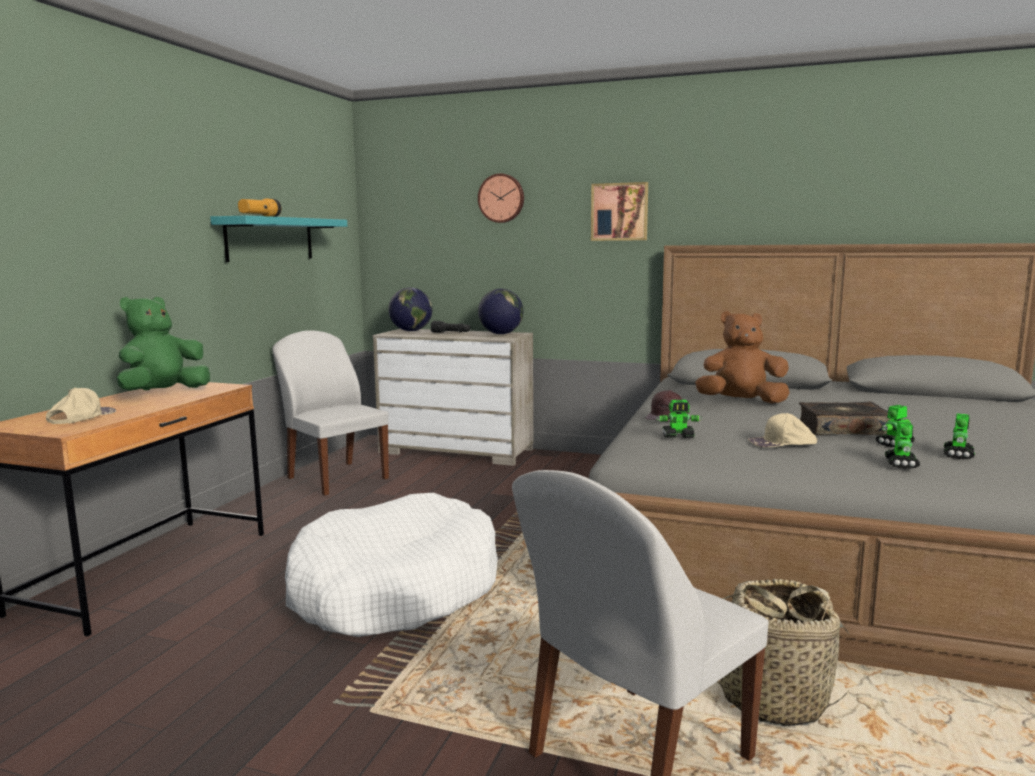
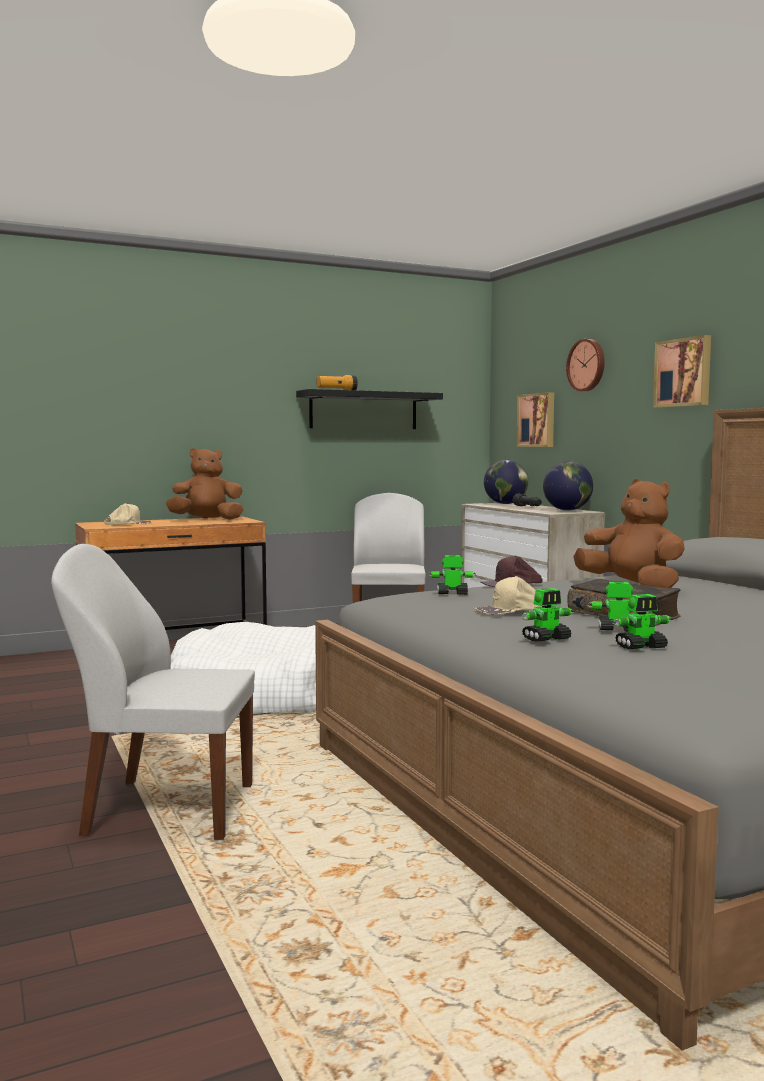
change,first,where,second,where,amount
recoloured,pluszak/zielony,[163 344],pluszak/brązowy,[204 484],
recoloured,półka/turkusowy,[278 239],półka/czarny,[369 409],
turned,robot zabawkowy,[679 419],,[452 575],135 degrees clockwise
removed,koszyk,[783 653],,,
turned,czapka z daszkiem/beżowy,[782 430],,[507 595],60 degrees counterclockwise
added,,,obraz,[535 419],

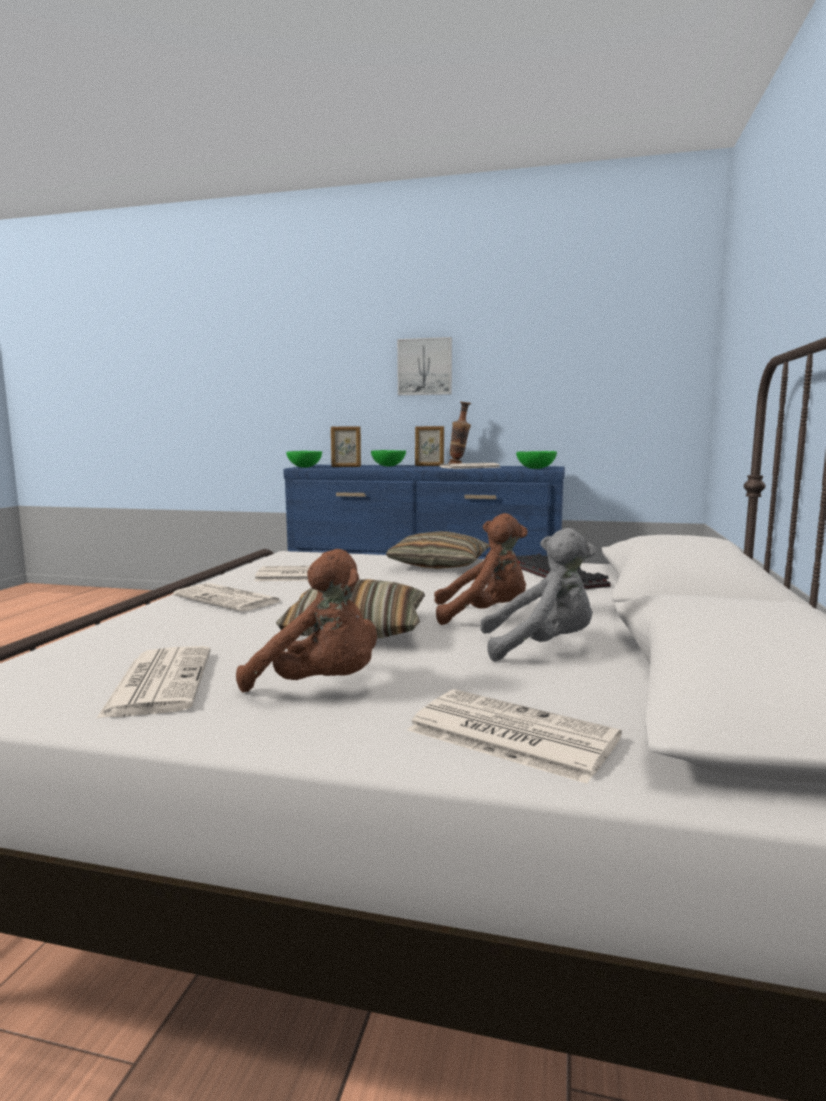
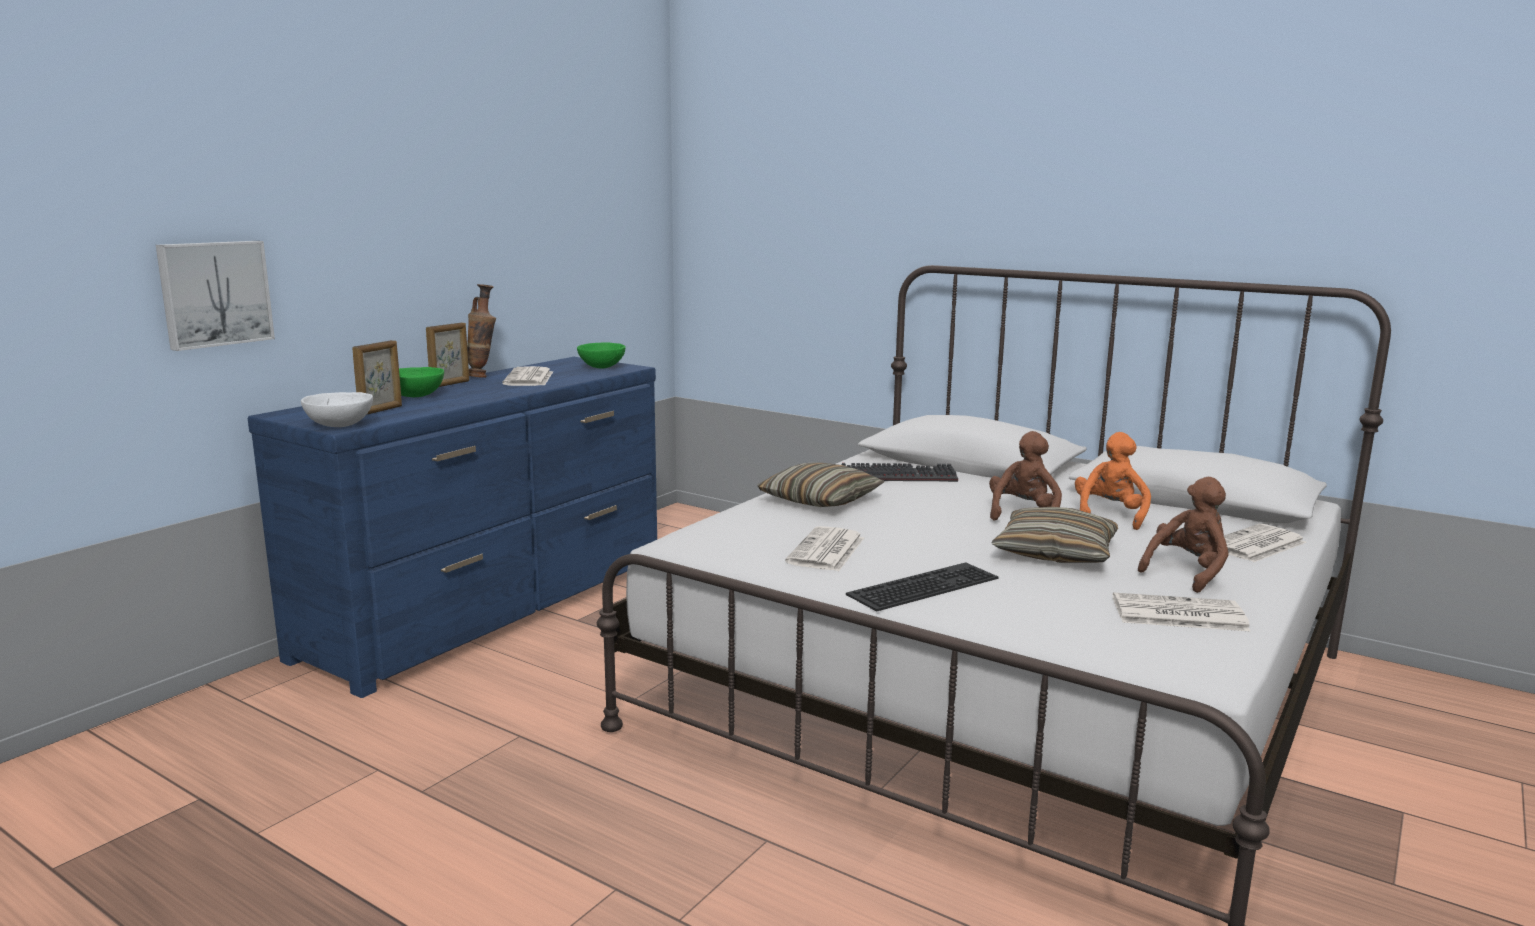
change,first,where,second,where,amount
replaced,gazeta,[228 597],klawiatura,[922 587],
recoloured,miska/zielony,[304 459],miska/biały,[337 409],
moved,obraz,[424 366],,[215 296],
recoloured,pluszak/szary,[538 594],pluszak/pomarańczowy,[1113 481],

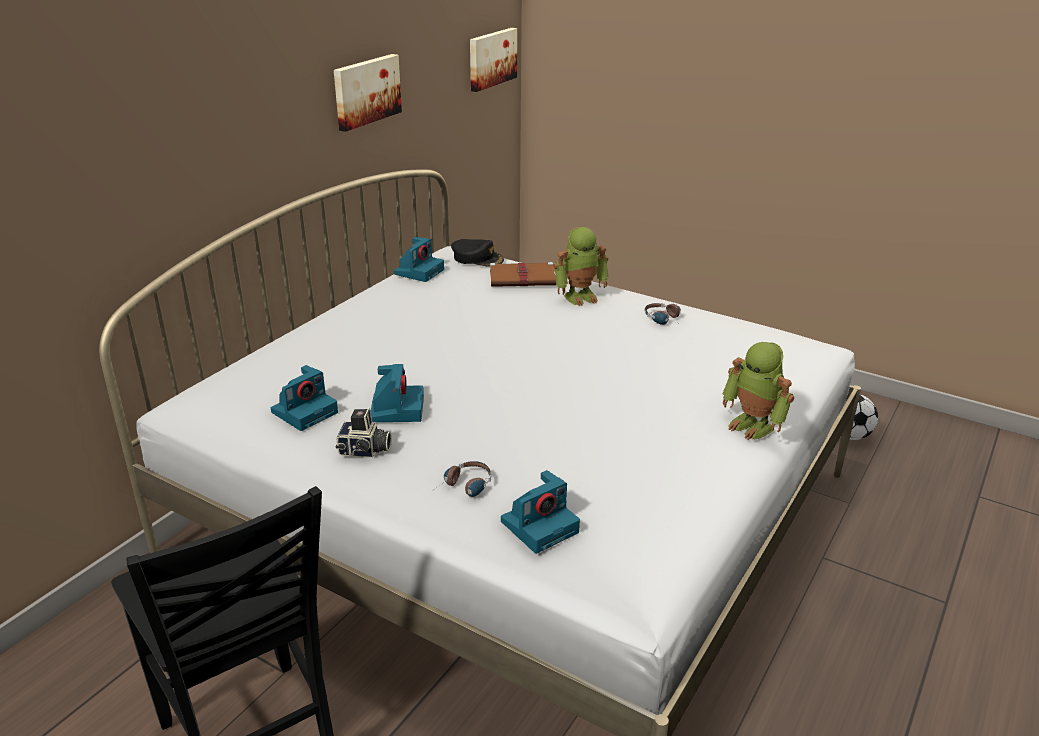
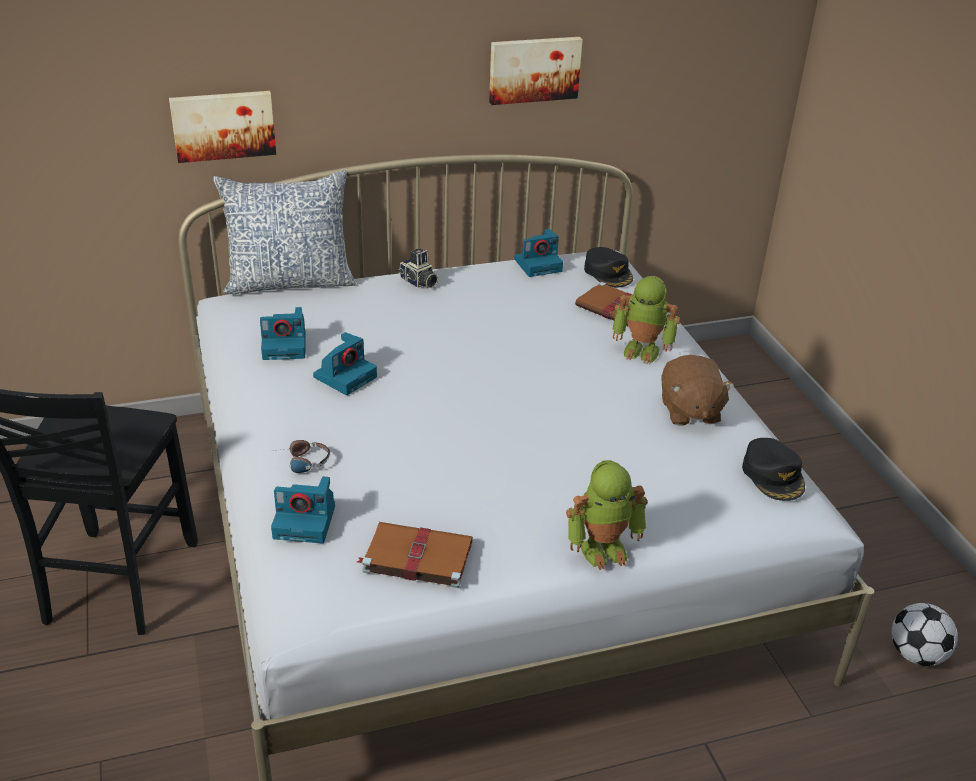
change,first,where,second,where,amount
moved,aparat fotograficzny,[364 433],,[418 268],
moved,obraz,[493 60],,[222 127],
replaced,słuchawki,[662 314],pluszak/brązowy,[698 390],
turned,robot zabawkowy,[758 391],,[606 515],105 degrees counterclockwise
added,,,poduszka,[284 232],
added,,,książka/brązowy,[415 555],
added,,,czapka z daszkiem/czarny,[773 469],

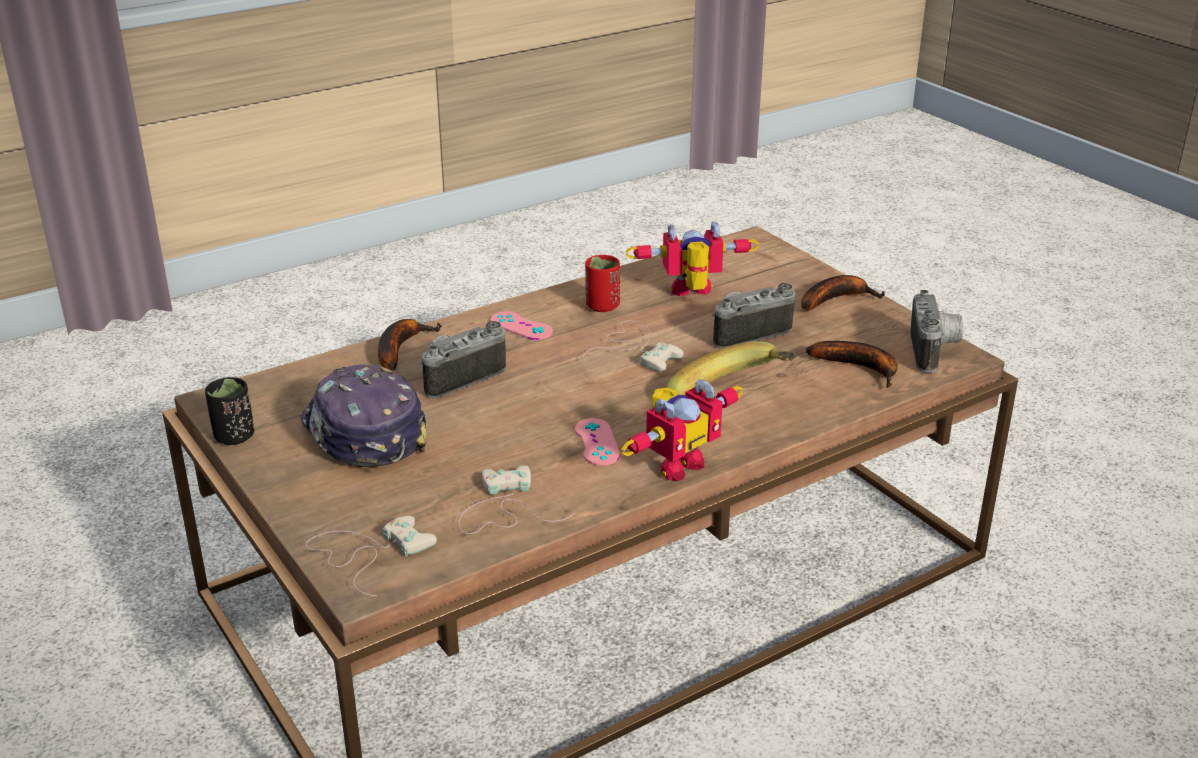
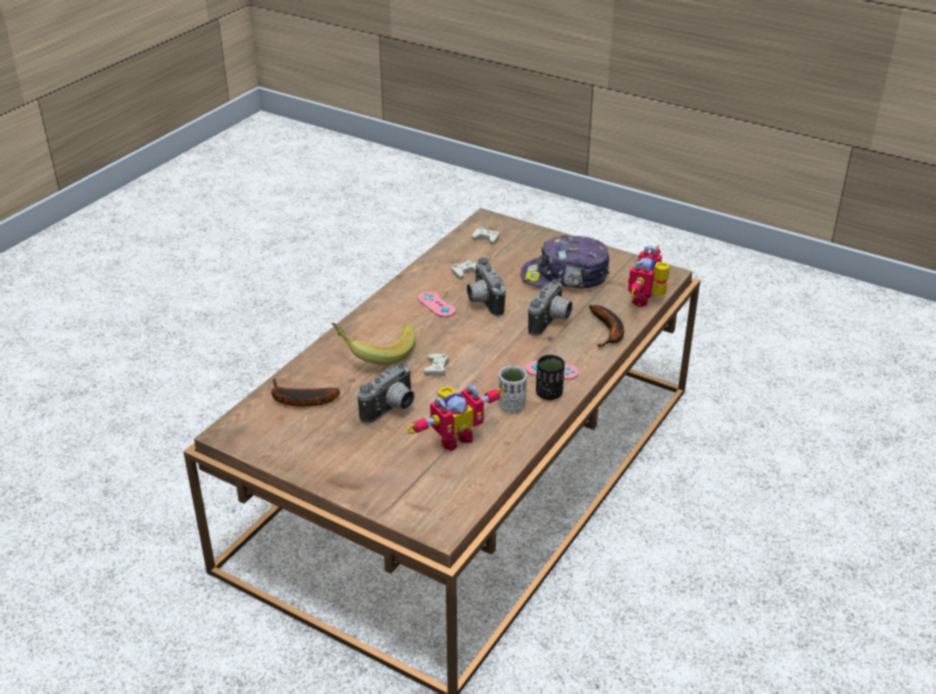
change,first,where,second,where,amount
moved,filiżanka/czarny,[229 411],,[550 377],
turned,czapka z daszkiem,[364 416],,[565 261],150 degrees clockwise
recoloured,filiżanka/czerwony,[602 283],filiżanka/biały,[512 389],
moved,robot zabawkowy,[682 430],,[649 276],
removed,banan,[843 293],,,
moved,aparat fotograficzny,[936 331],,[486 286],

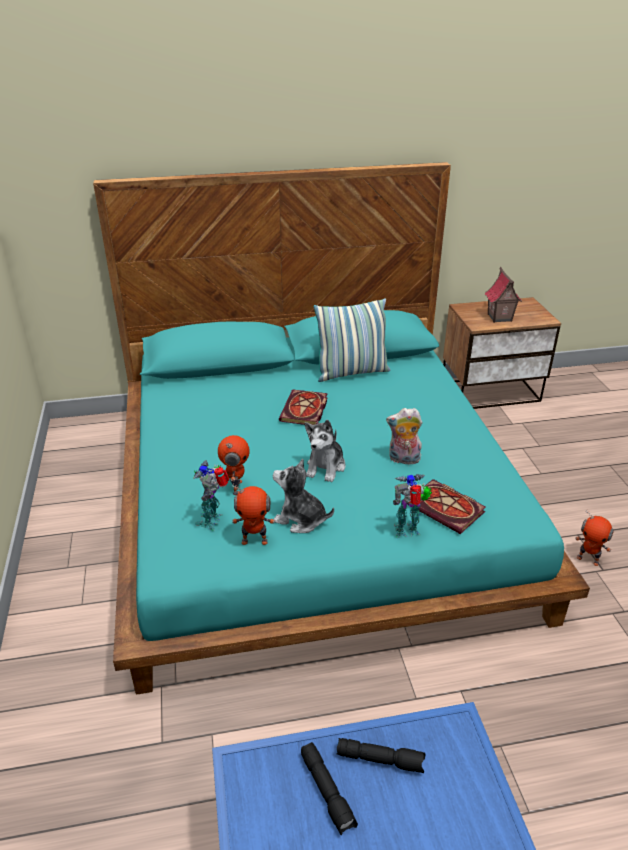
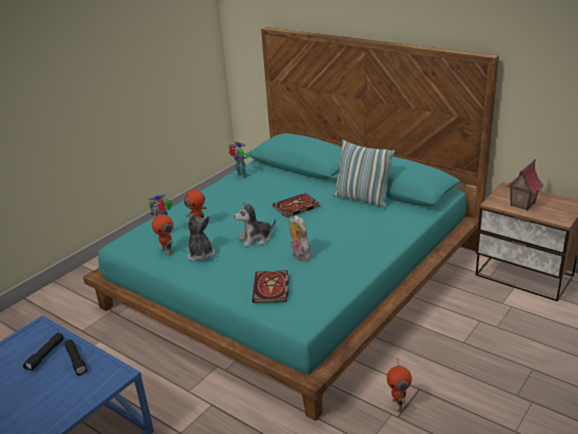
change,first,where,second,where,amount
moved,robot zabawkowy,[412 506],,[240 160],

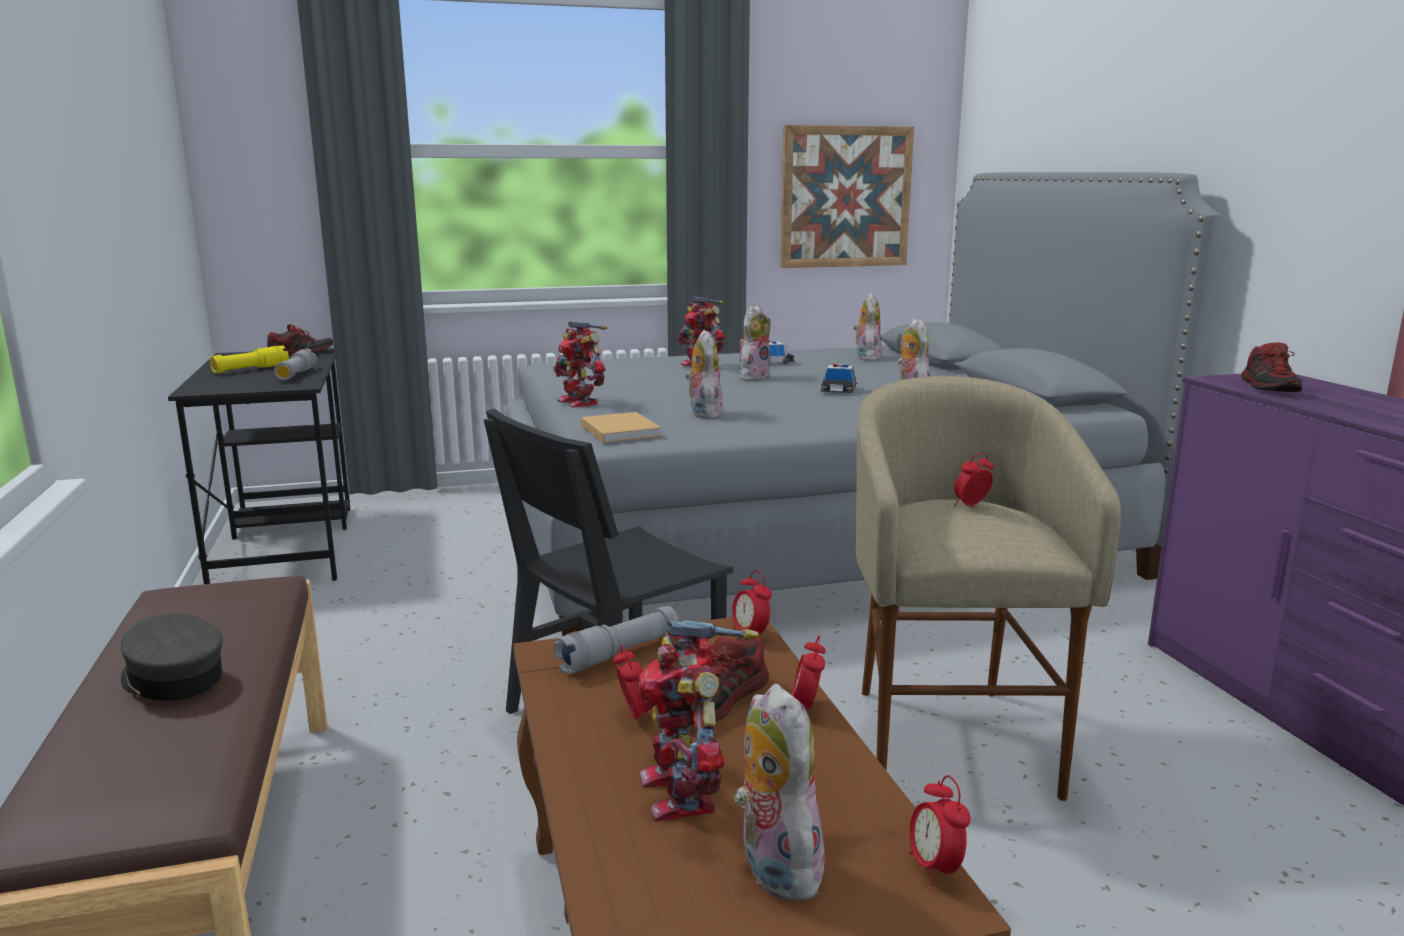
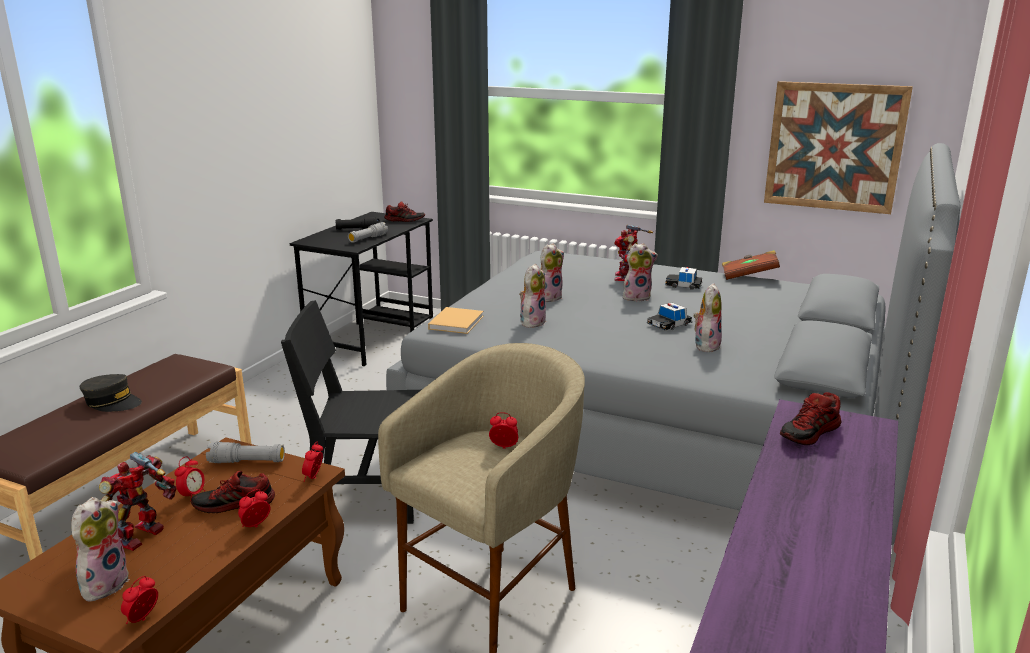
change,first,where,second,where,amount
turned,czapka z daszkiem/szary,[172 657],,[111 393],120 degrees clockwise
recoloured,latarka/żółty,[249 359],latarka/czarny,[358 223],
removed,robot zabawkowy,[580 364],,,
moved,pluszak,[867 327],,[551 272],
added,,,książka/brązowy,[751 265],

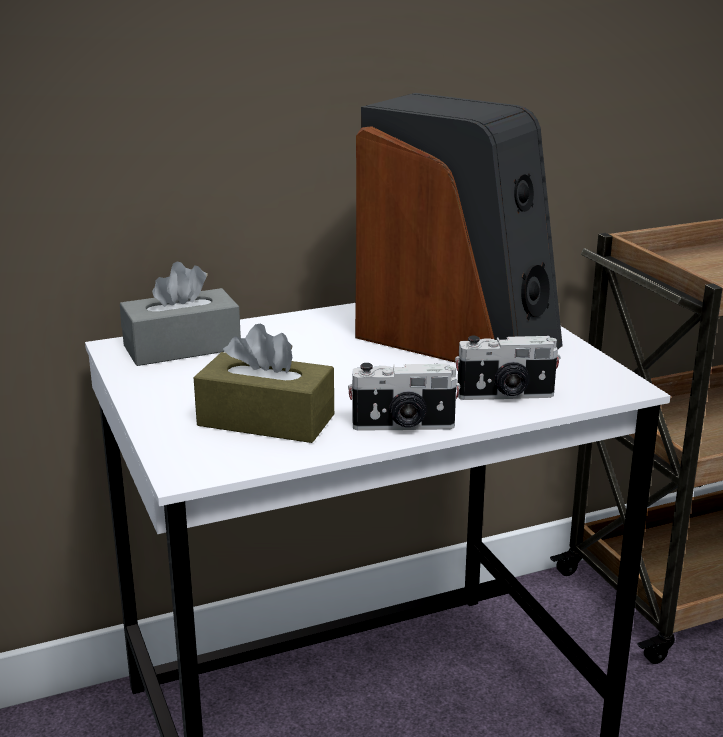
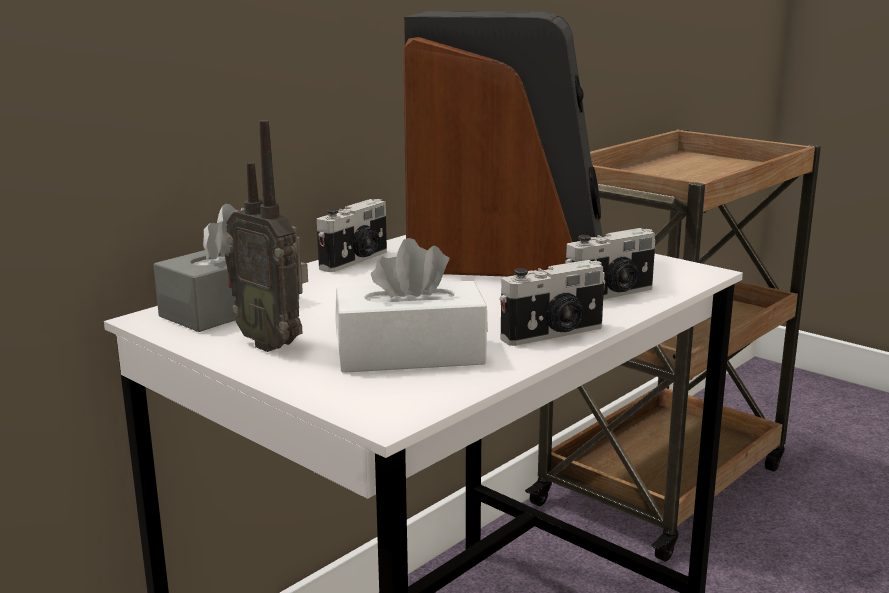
change,first,where,second,where,amount
recoloured,pudełko chusteczek/brązowy,[264 383],pudełko chusteczek/biały,[411 305],
added,,,radio,[266 236],
added,,,aparat fotograficzny,[352 235],

